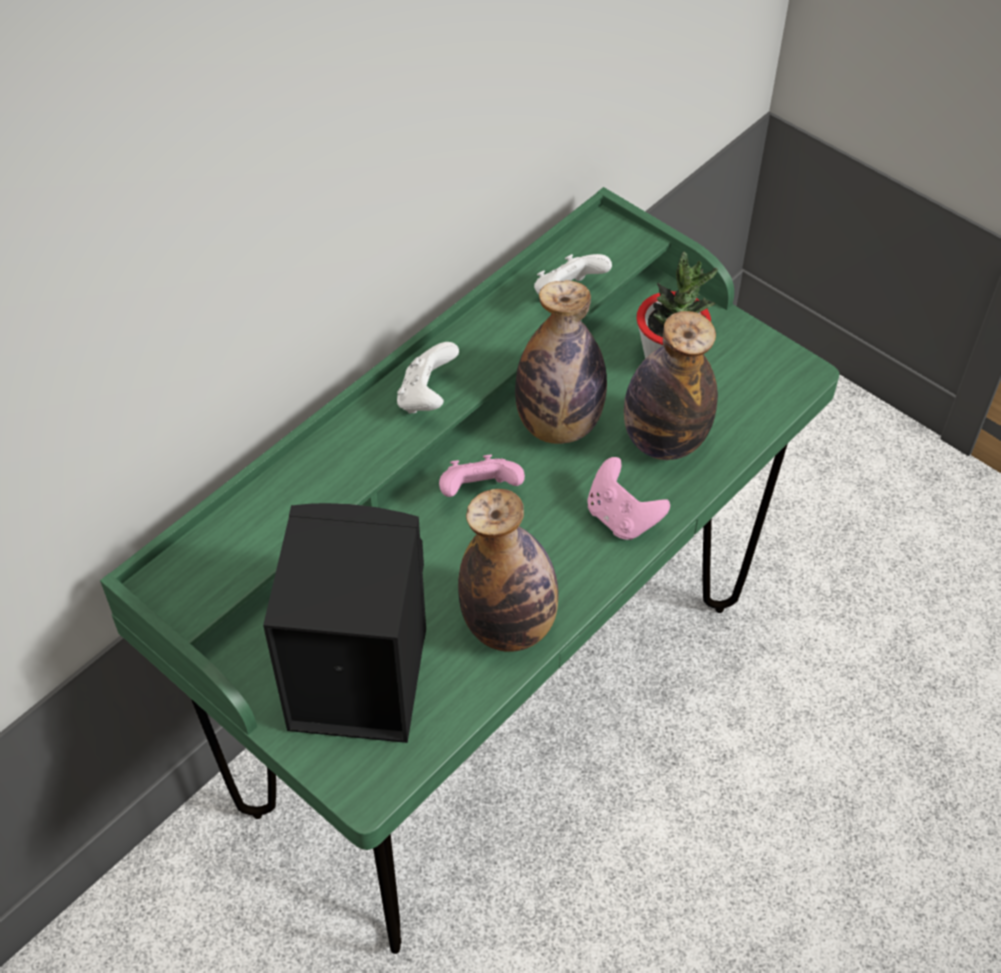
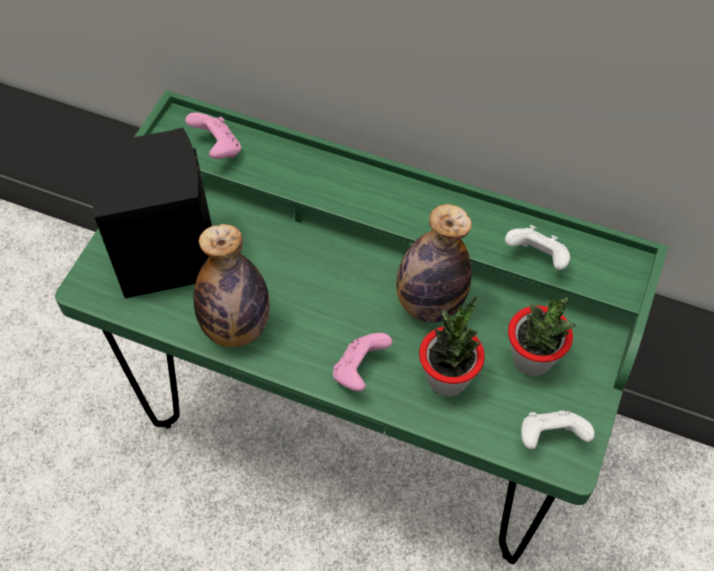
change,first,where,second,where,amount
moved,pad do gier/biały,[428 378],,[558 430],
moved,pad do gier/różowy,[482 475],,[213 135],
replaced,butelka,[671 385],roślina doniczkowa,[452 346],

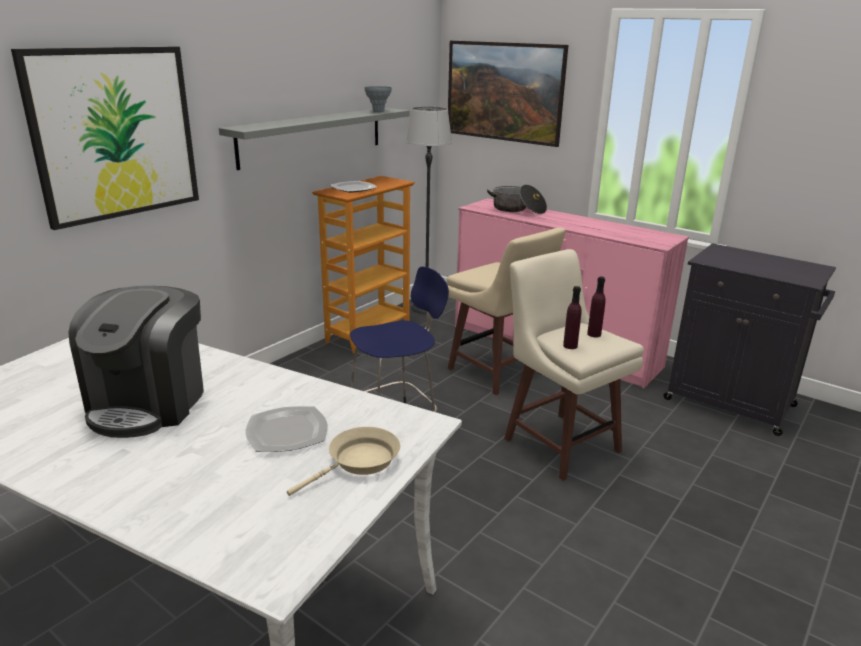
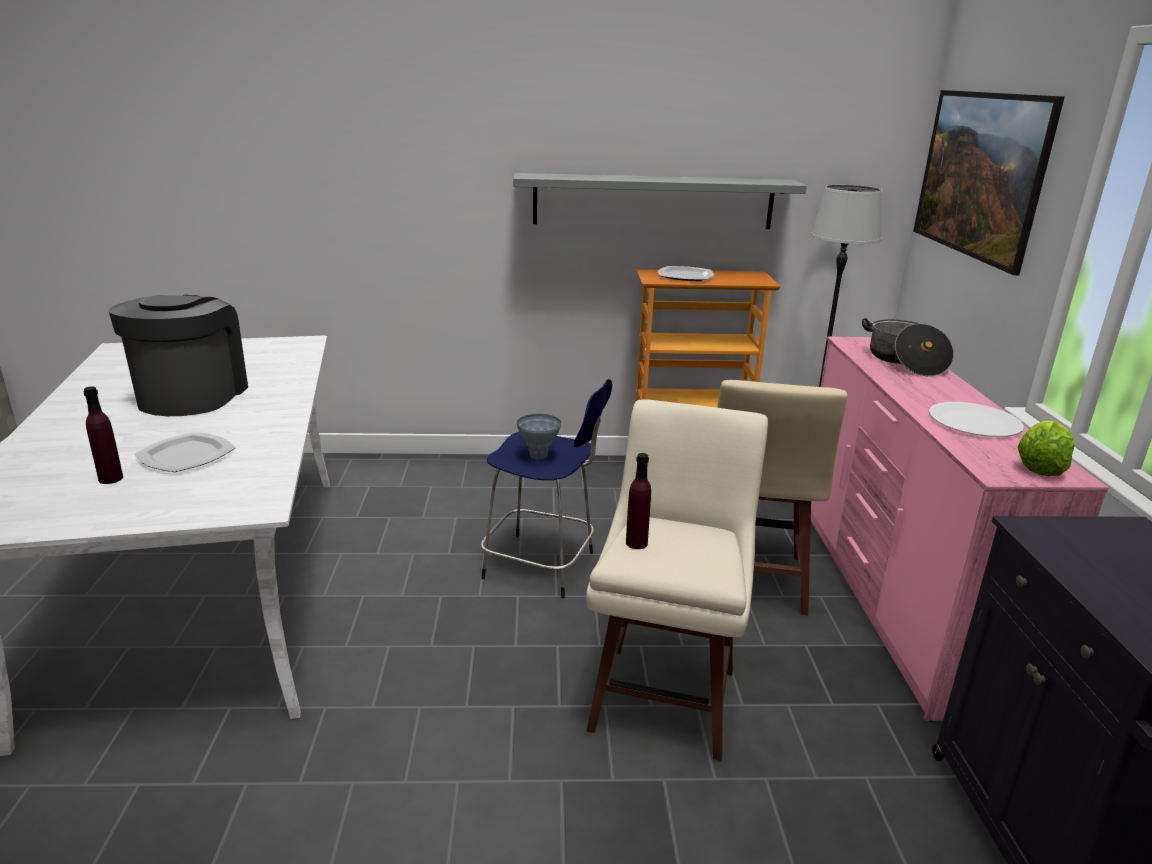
change,first,where,second,where,amount
removed,obraz,[105 138],,,
turned,ekspres do kawy,[136 362],,[178 355],120 degrees clockwise
removed,patelnia/beżowy,[343 461],,,
moved,wazon/szary,[378 99],,[539 437],
moved,butelka/fioletowy,[596 306],,[103 435],
added,,,talerz/biały,[976 419],
added,,,sałata,[1046 448],

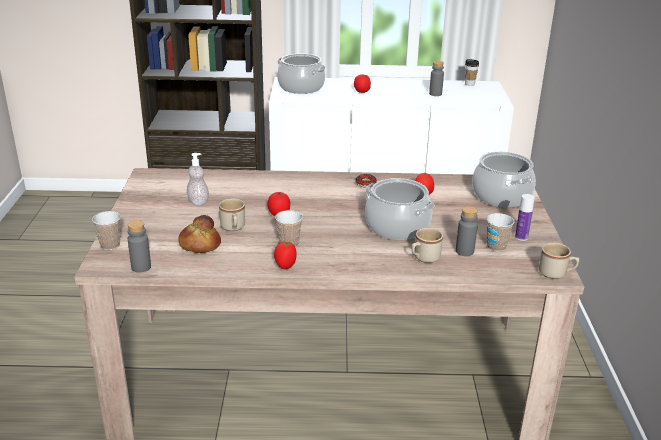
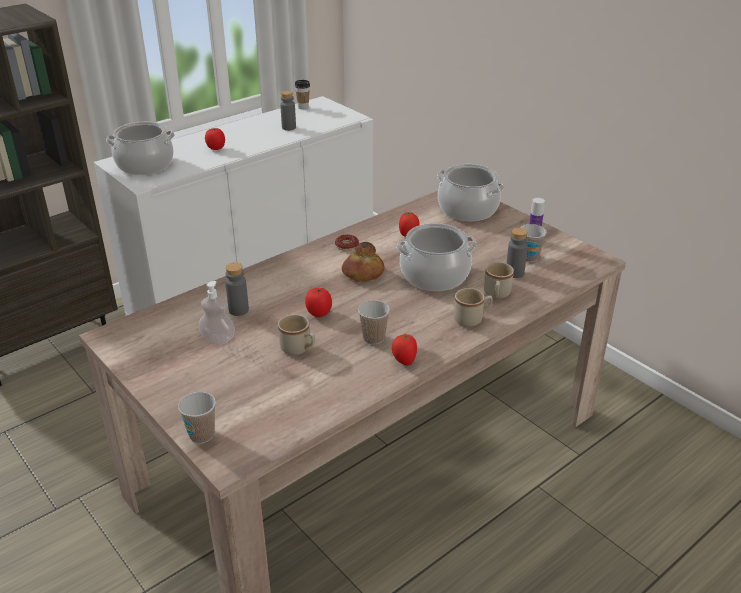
change,first,where,second,where,amount
moved,butelka/szary,[139 246],,[237 289],
moved,chleb,[199 234],,[363 262],
moved,kubek/beżowy,[559 261],,[473 307],

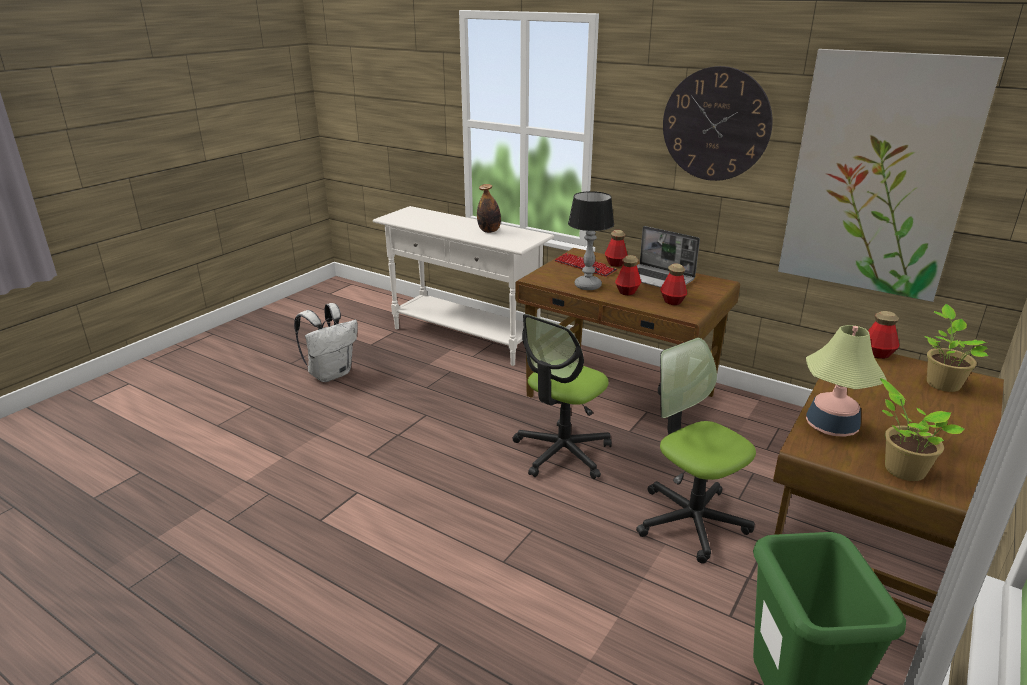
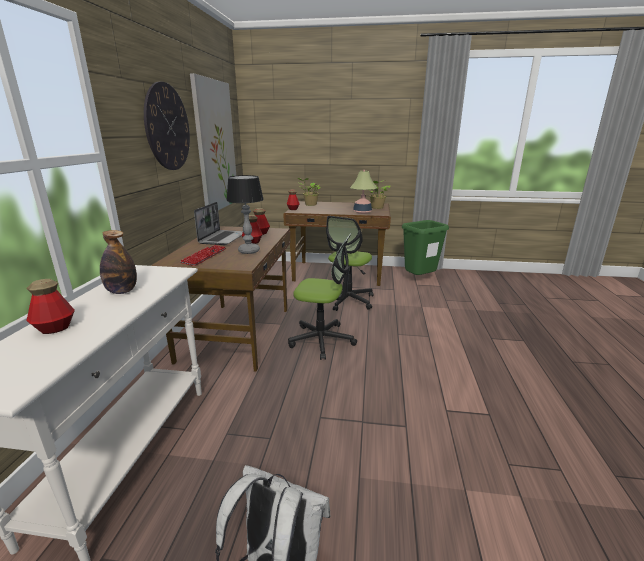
change,first,where,second,where,amount
moved,butelka,[616 248],,[50 306],

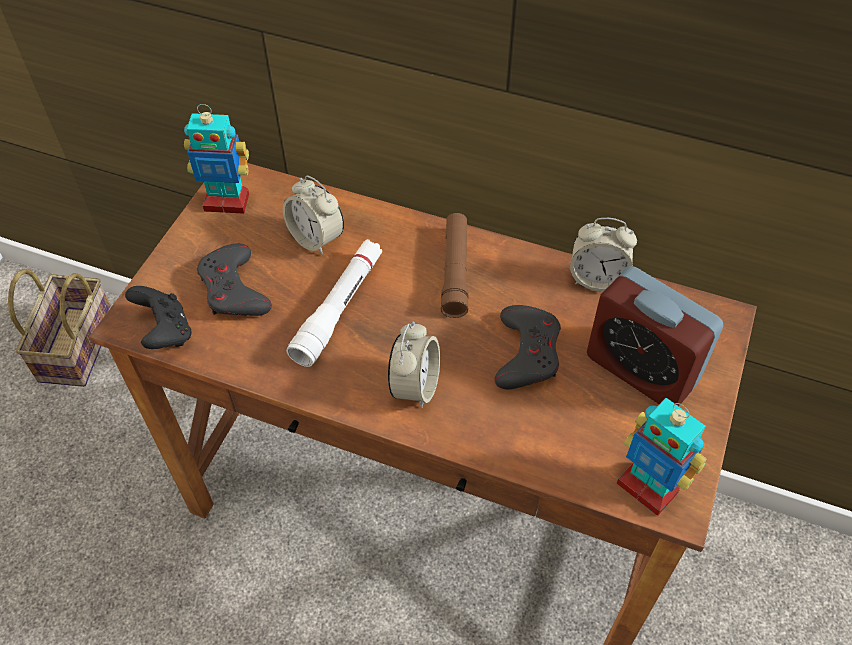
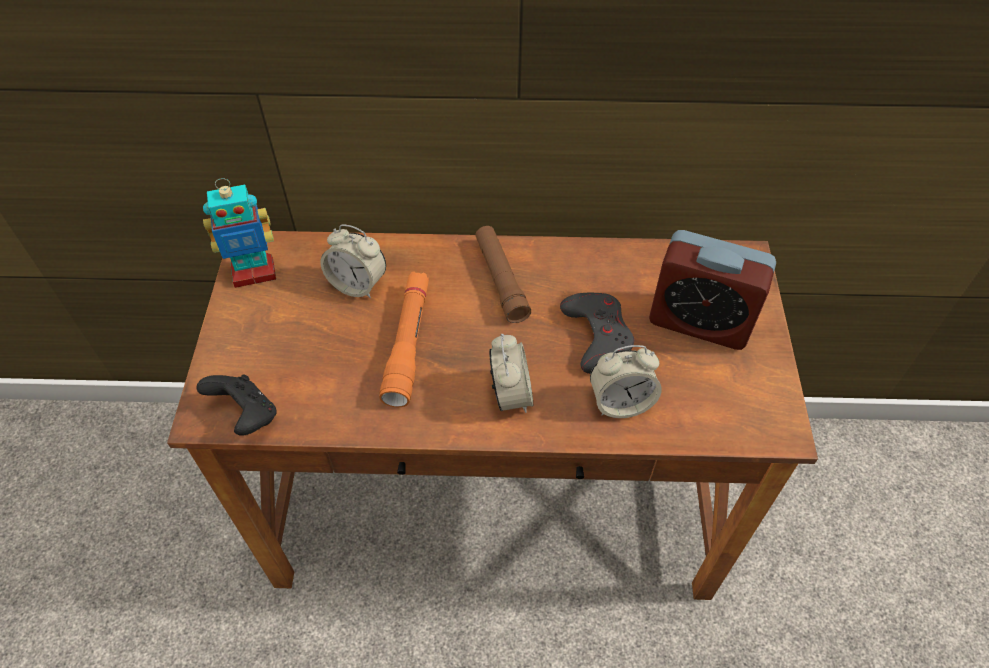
change,first,where,second,where,amount
removed,koszyk,[59 328],,,
removed,pad do gier/szary,[234 280],,,
recoloured,latarka/biały,[334 303],latarka/pomarańczowy,[404 339],
moved,budzik,[603 255],,[626 381],
removed,robot zabawkowy,[662 457],,,

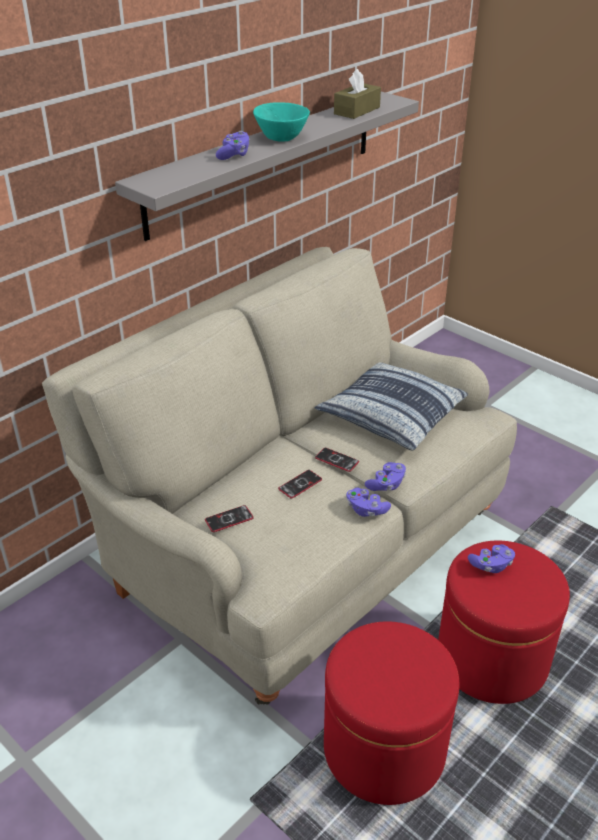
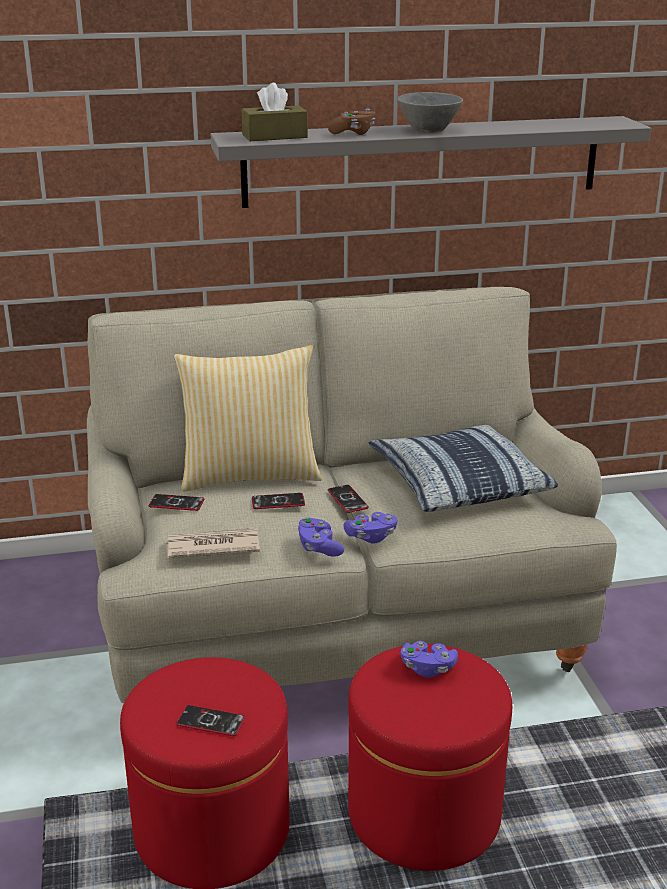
change,first,where,second,where,amount
recoloured,pad do gier/fioletowy,[233 145],pad do gier/brązowy,[352 122],
recoloured,miska/turkusowy,[281 122],miska/szary,[430 112],
moved,pudełko chusteczek/brązowy,[357 94],,[274 112],
added,,,gazeta,[212 542],
added,,,poduszka,[248 418],
added,,,telefon,[210 720],

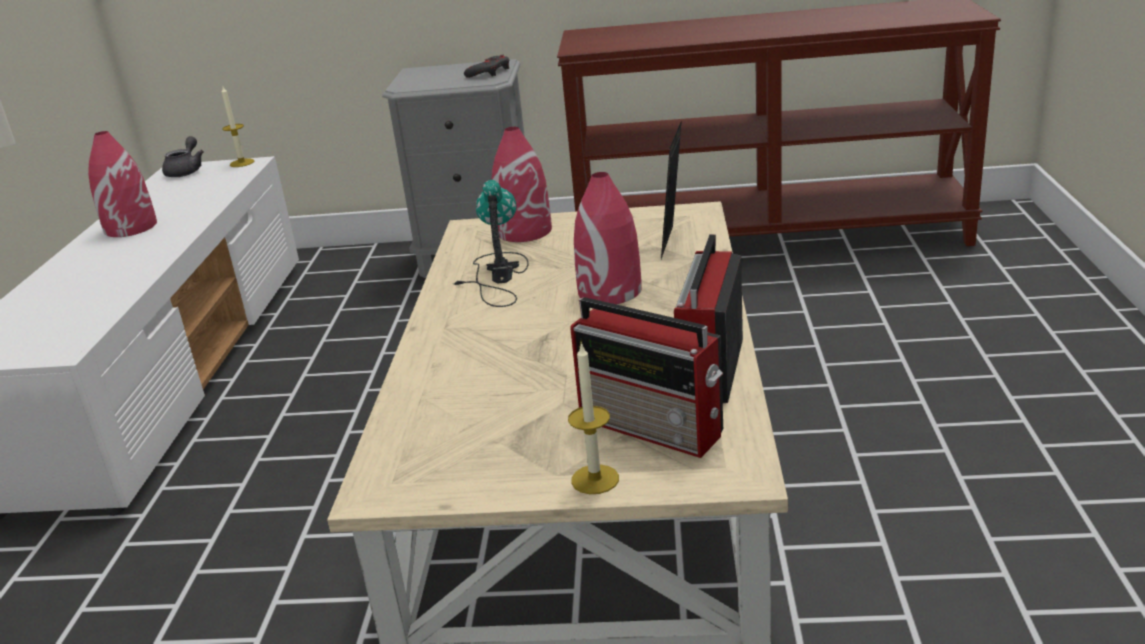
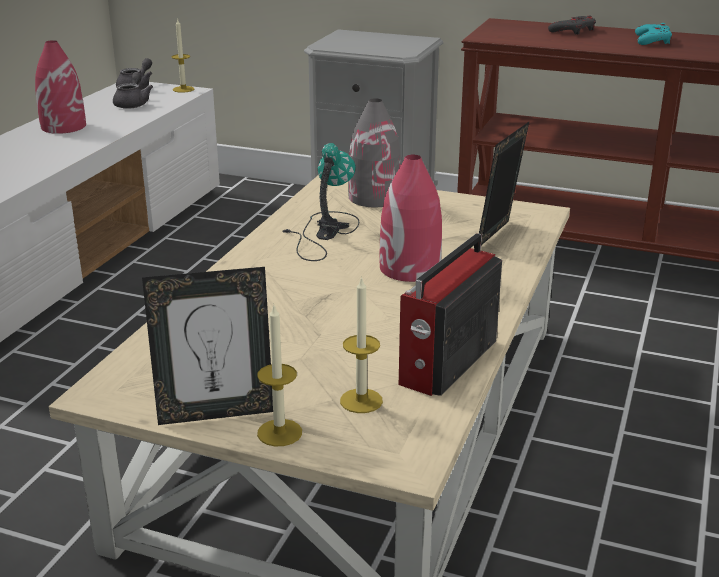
change,first,where,second,where,amount
moved,pad do gier/szary,[487 66],,[572 25],
recoloured,wazon/czerwony,[522 184],wazon/szary,[374 152],
replaced,radio,[646 377],świeca,[361 344],
added,,,imbryk/szary,[133 90],
added,,,ramka na zdjęcie,[207 346],
added,,,pad do gier/turkusowy,[653 34],

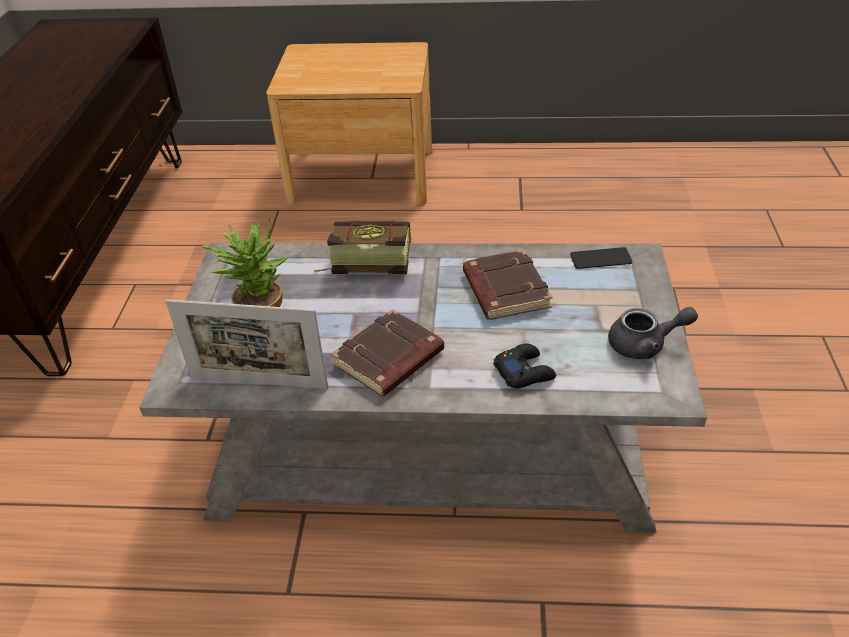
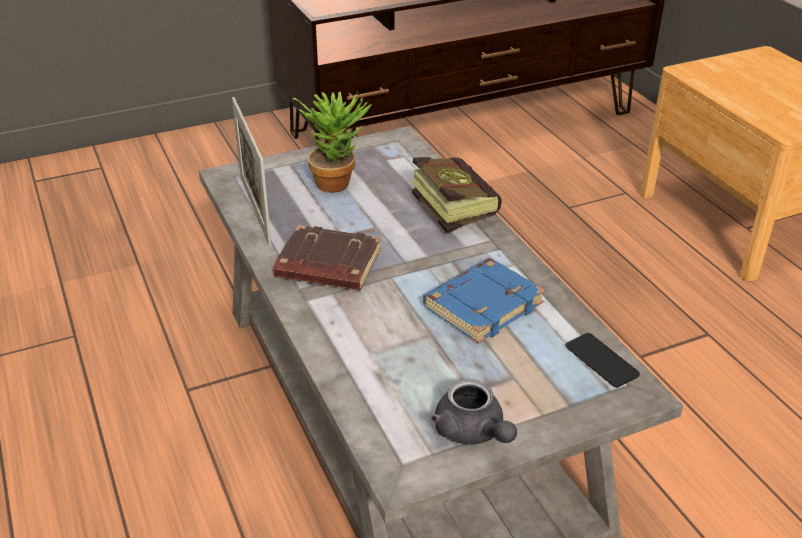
change,first,where,second,where,amount
recoloured,książka/brązowy,[508 285],książka/niebieski,[484 301],
removed,pad do gier/czarny,[524 366],,,

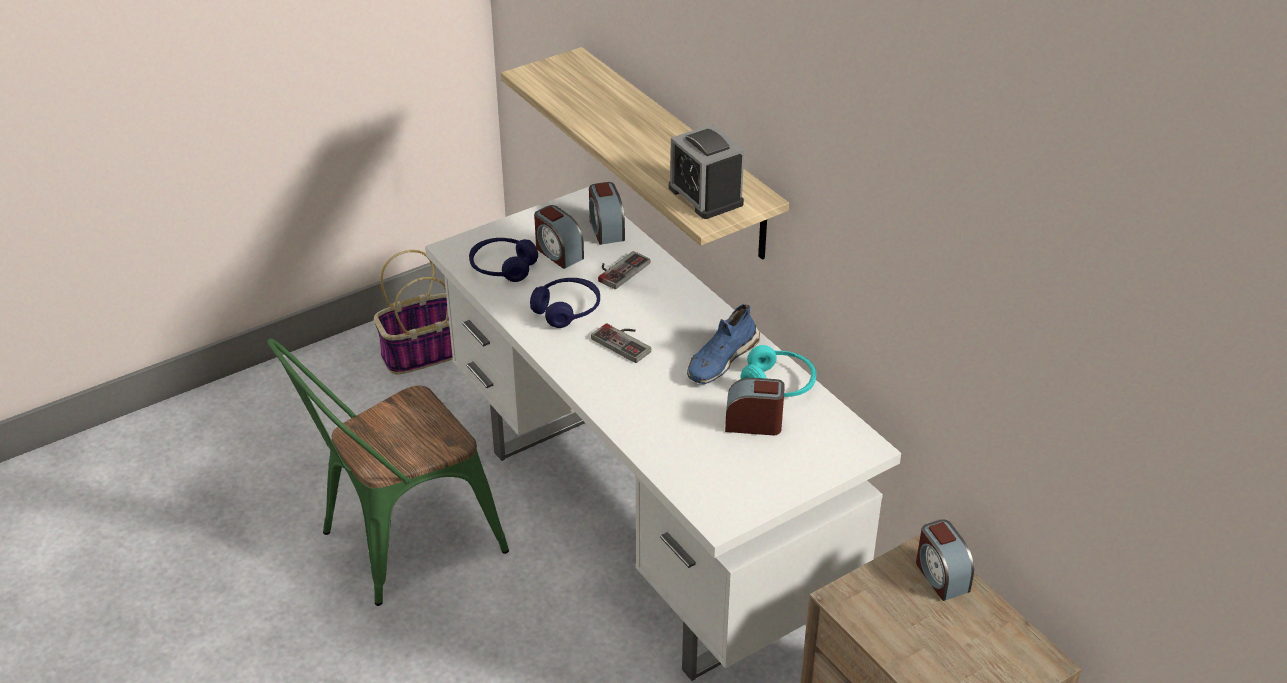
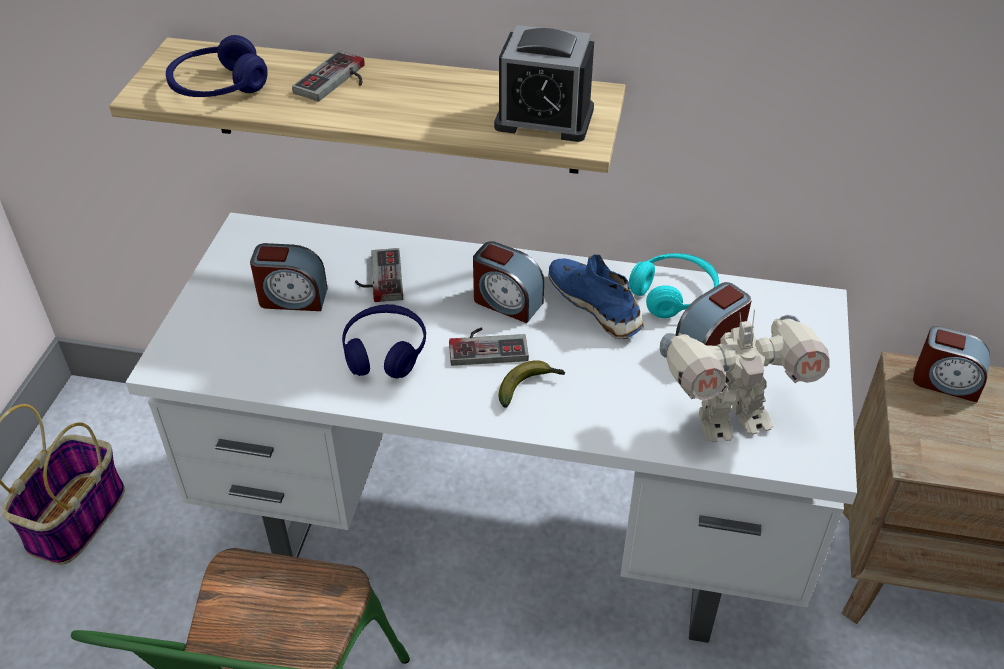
change,first,where,second,where,amount
moved,słuchawki/niebieski,[503 260],,[217 66],
moved,budzik,[607 213],,[508 282],
turned,but/niebieski,[723 344],,[596 296],150 degrees clockwise
added,,,pad do gier,[328 76],
added,,,banan,[531 384],
added,,,robot zabawkowy,[745 376],

